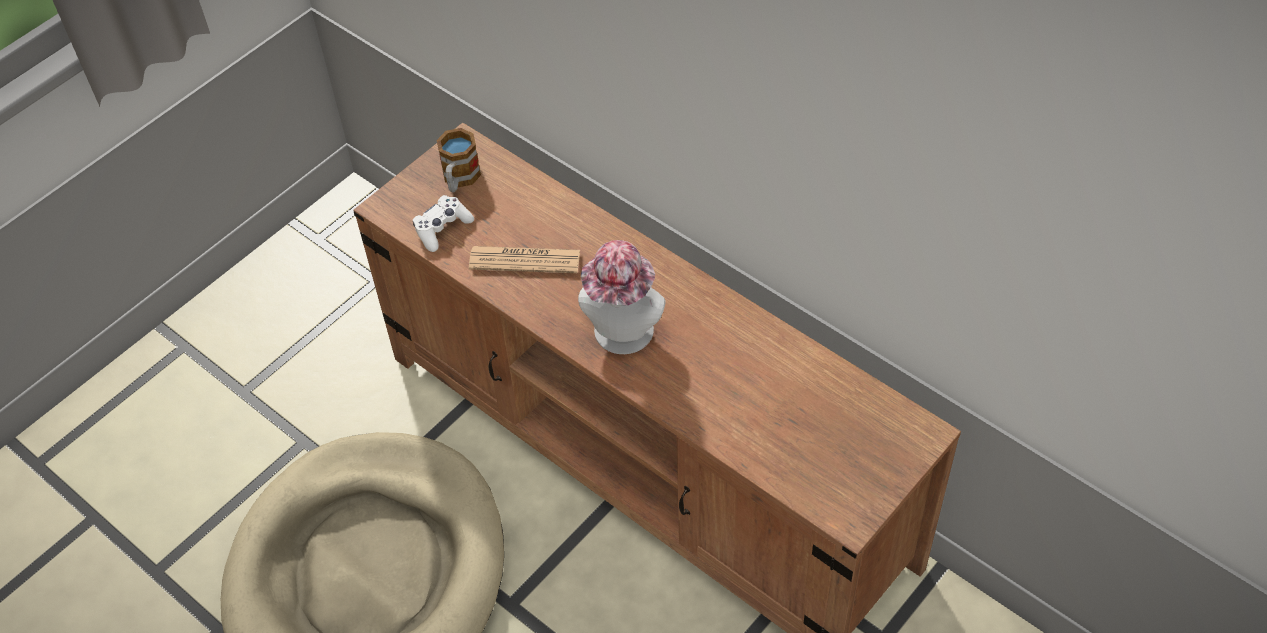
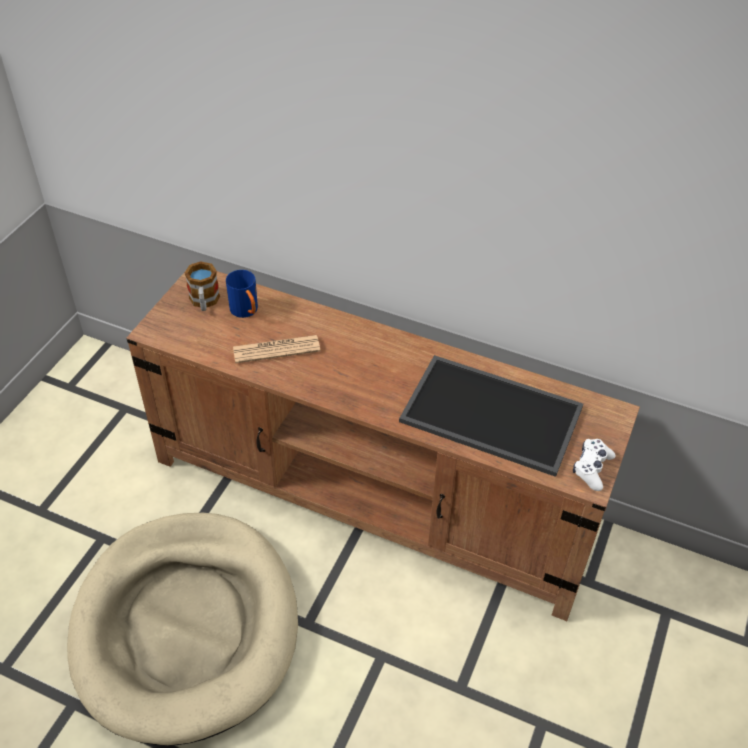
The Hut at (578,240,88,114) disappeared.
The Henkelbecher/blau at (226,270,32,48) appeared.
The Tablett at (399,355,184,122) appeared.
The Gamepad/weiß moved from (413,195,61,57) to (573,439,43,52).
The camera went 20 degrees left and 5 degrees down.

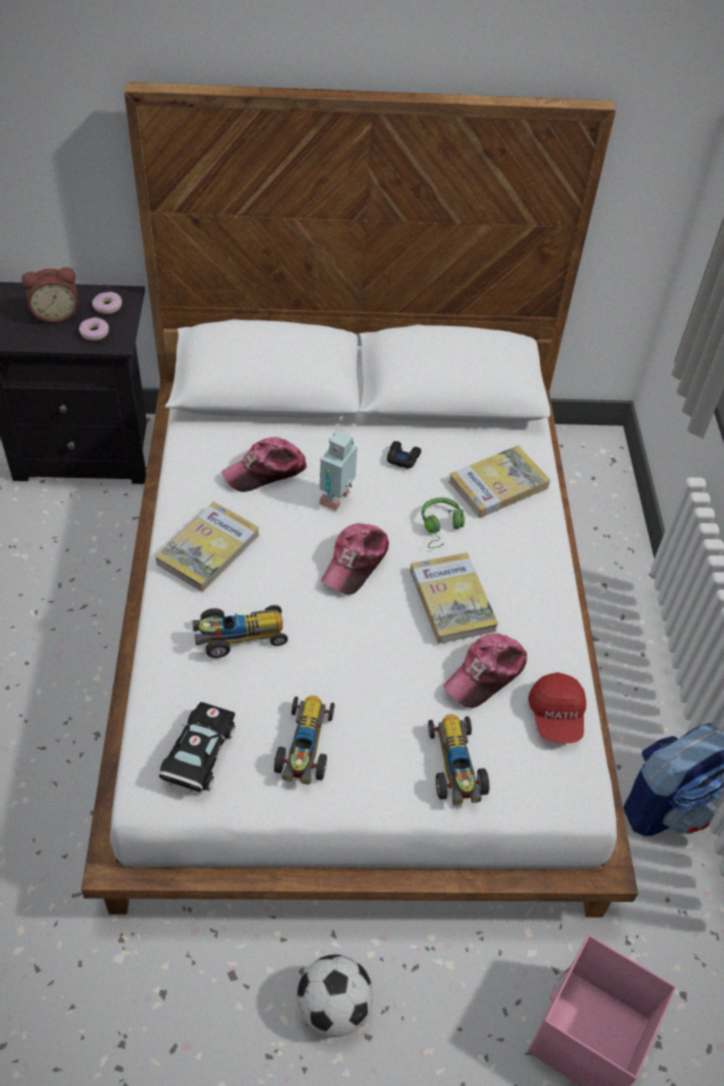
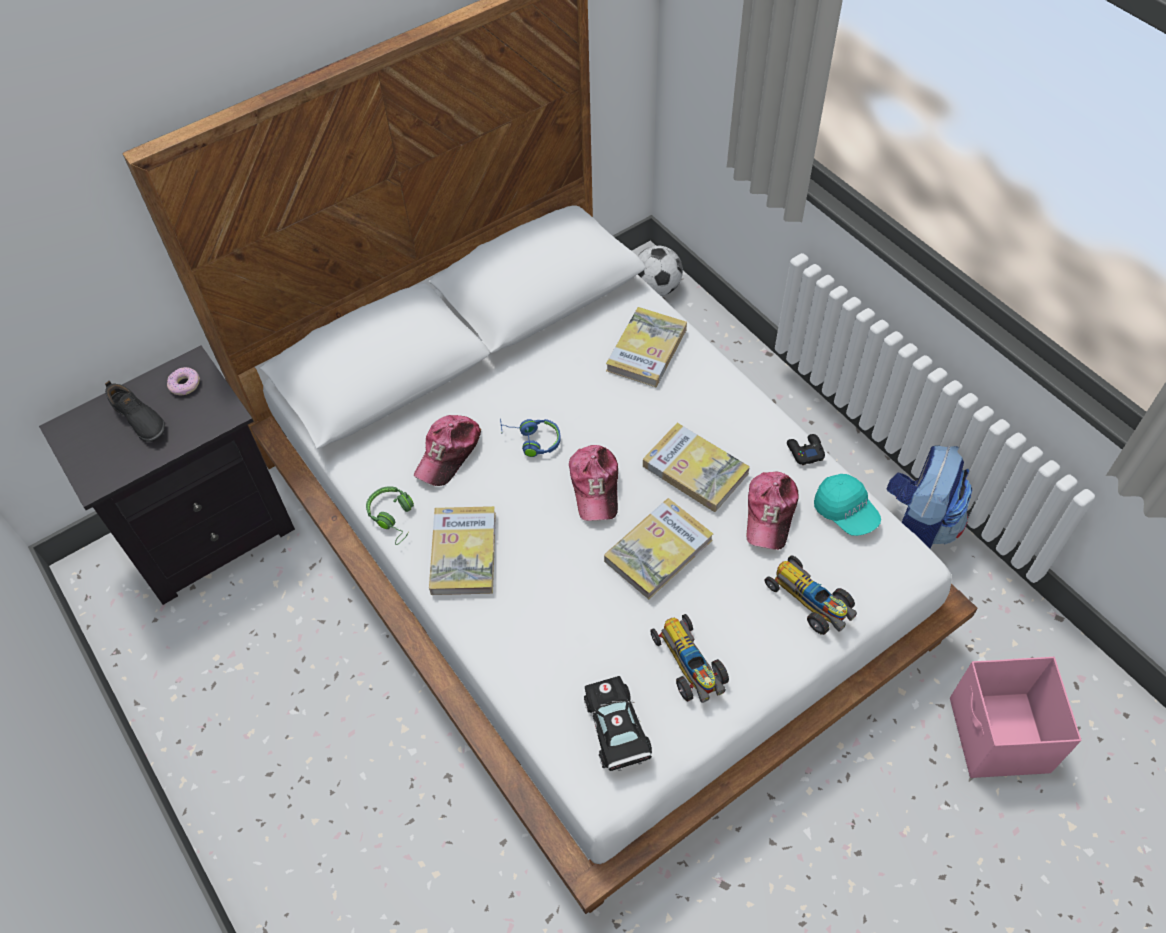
The Donut at (79,317,30,24) disappeared.
The Spielzeugauto at (192,605,96,53) disappeared.
The Buch at (604,498,109,101) appeared.
The Fußball moved from (297,955,76,82) to (638,246,45,50).
The Gamepad/schwarz moved from (387,441,34,28) to (787,434,38,31).
The Kopfhörer/grün moved from (421,498,44,50) to (366,486,48,59).
The Wecker at (22,267,57,56) was replaced by the Schuh/schwarz at (105,381,60,61).
The Spielzeugroboter at (319,430,38,81) was replaced by the Kopfhörer/blau at (500,418,61,39).
The Kappe/rot at (528,672,58,71) became the Kappe/türkis at (814,474,67,62).
The camera went 30 degrees left and 5 degrees up.

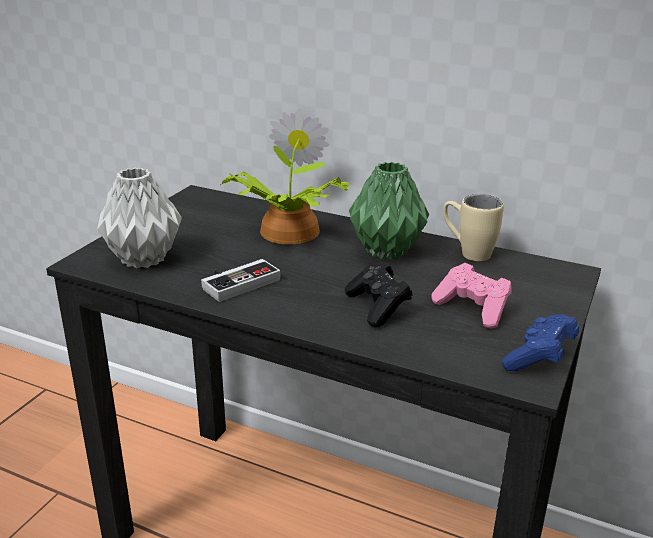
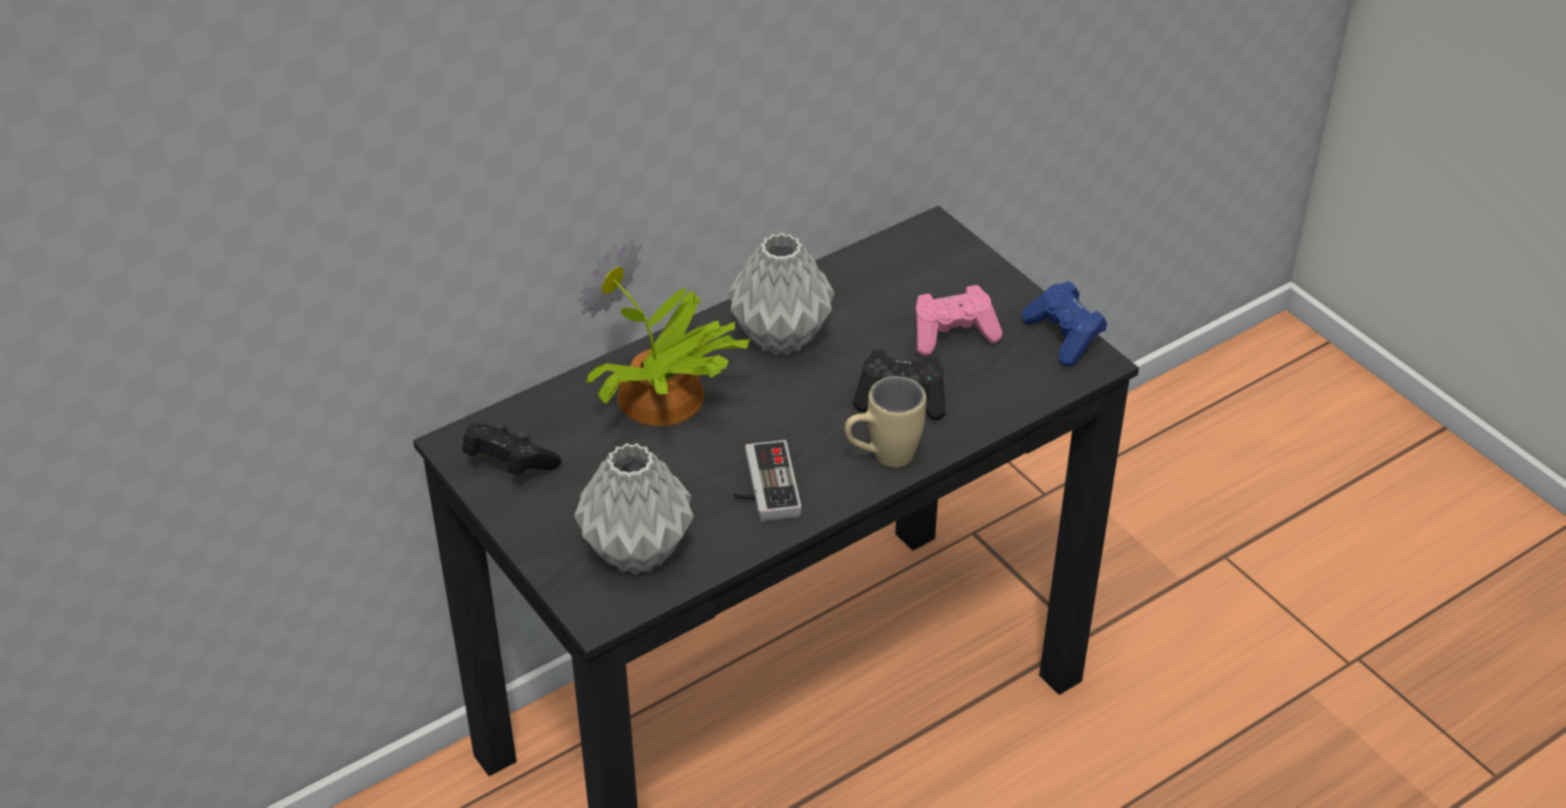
The Gamepad/schwarz at (463,422,98,54) appeared.
The Henkelbecher/beige moved from (443,194,61,67) to (845,376,81,91).
The Vase/grün at (349,162,80,98) became the Vase/grau at (728,233,106,122).
The camera went 60 degrees left and 15 degrees up.

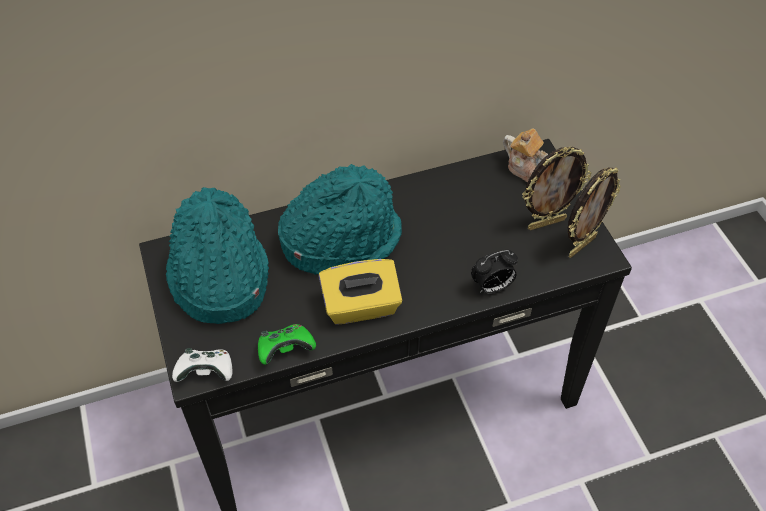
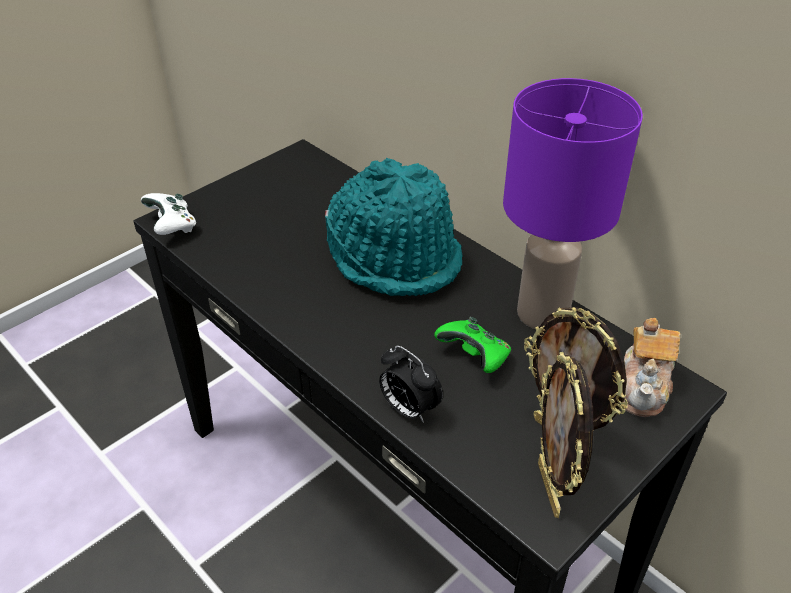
The Hut/türkis at (166,187,103,137) disappeared.
The Taschentuchbox/gelb at (319,259,83,66) disappeared.
The Tischlampe/lila at (503,78,140,252) appeared.
The Gamepad/grün moved from (258,324,58,41) to (434,317,77,56).
The Bilderrahmen at (568,167,53,91) turned 60 degrees clockwise.
The camera went 65 degrees right and 10 degrees down.

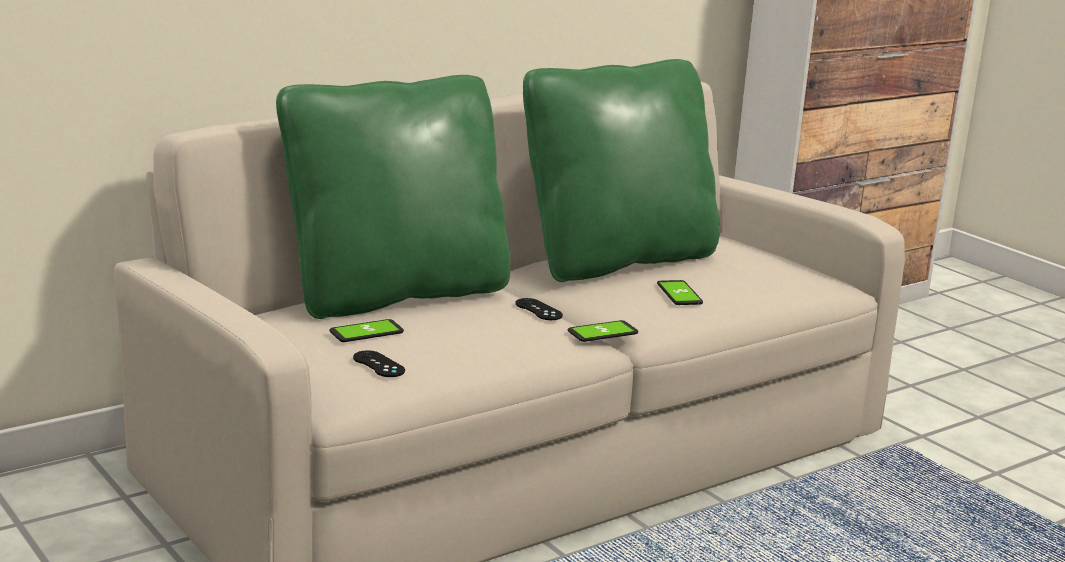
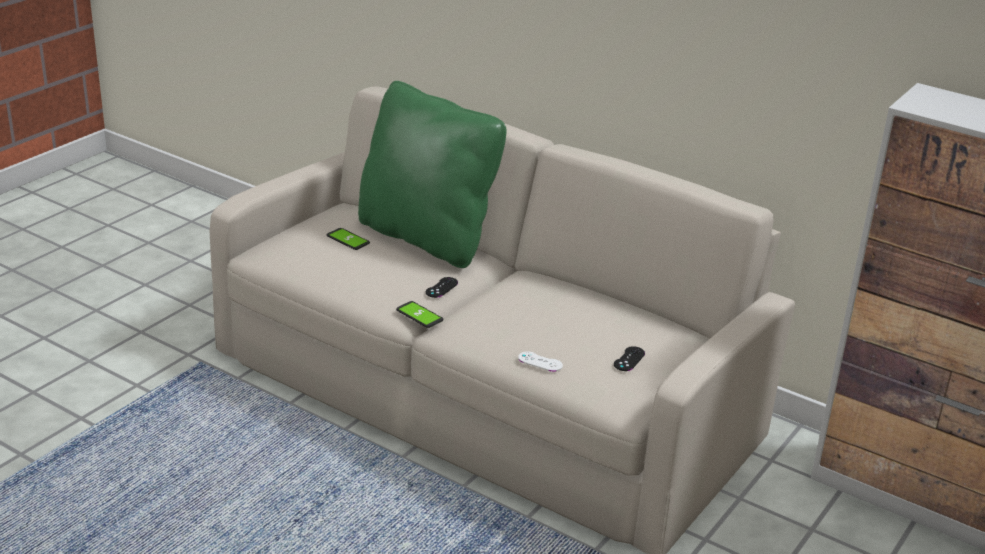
The Kissen/grün at (523,59,197,223) disappeared.
The Handy at (657,280,46,25) disappeared.
The Gamepad/weiß at (518,351,45,21) appeared.
The Gamepad/schwarz moved from (353,350,52,27) to (614,346,31,25).
The camera went 70 degrees right and 10 degrees up.

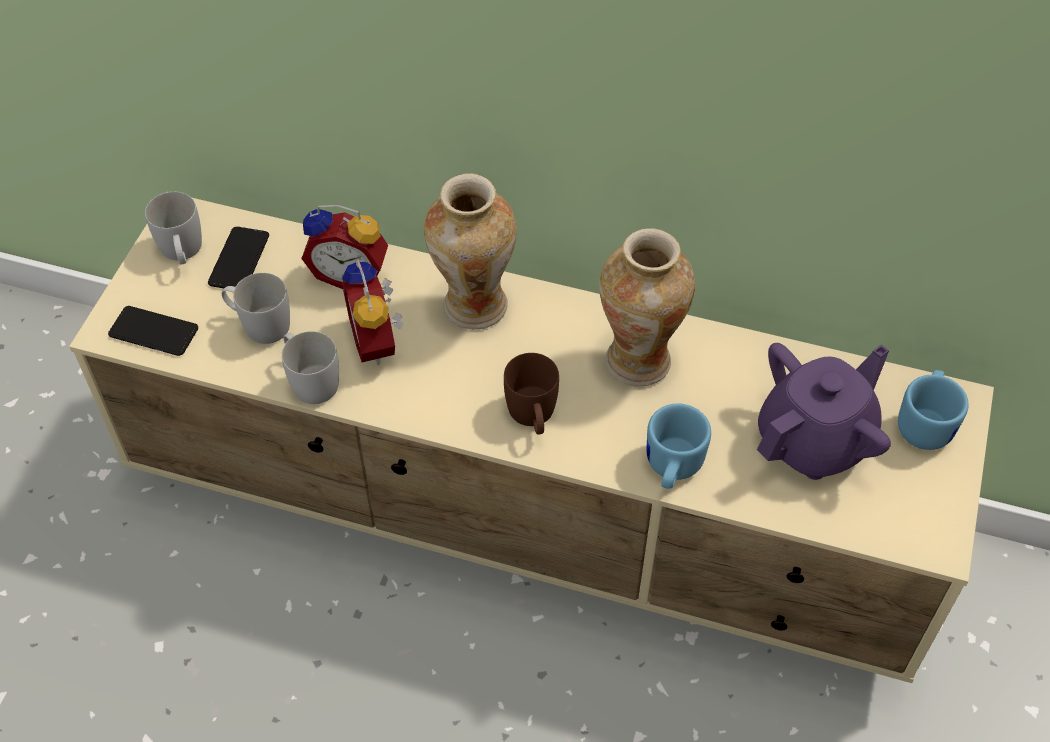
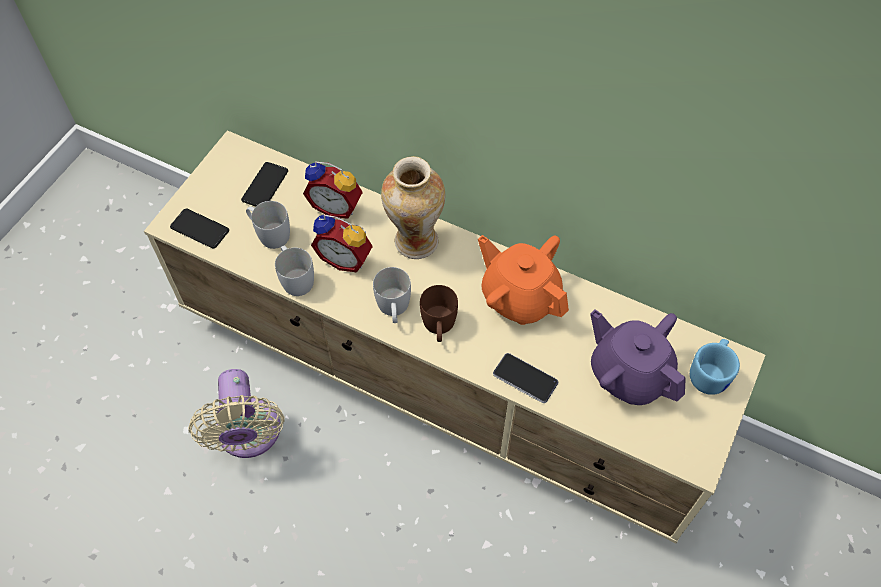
The Ventilator/beige at (188,369,97,89) appeared.
The Henkelbecher/weiß moved from (145,192,57,72) to (373,267,38,56).
The Vase at (599,228,96,159) was replaced by the Teekanne/orange at (478,235,91,90).
The Henkelbecher/blau at (646,403,65,86) was replaced by the Handy at (493,353,65,50).
The Wecker at (342,260,62,105) turned 60 degrees counterclockwise.
The Teekanne/lila at (757,343,134,137) turned 105 degrees counterclockwise.
The camera went 10 degrees right and 5 degrees up.

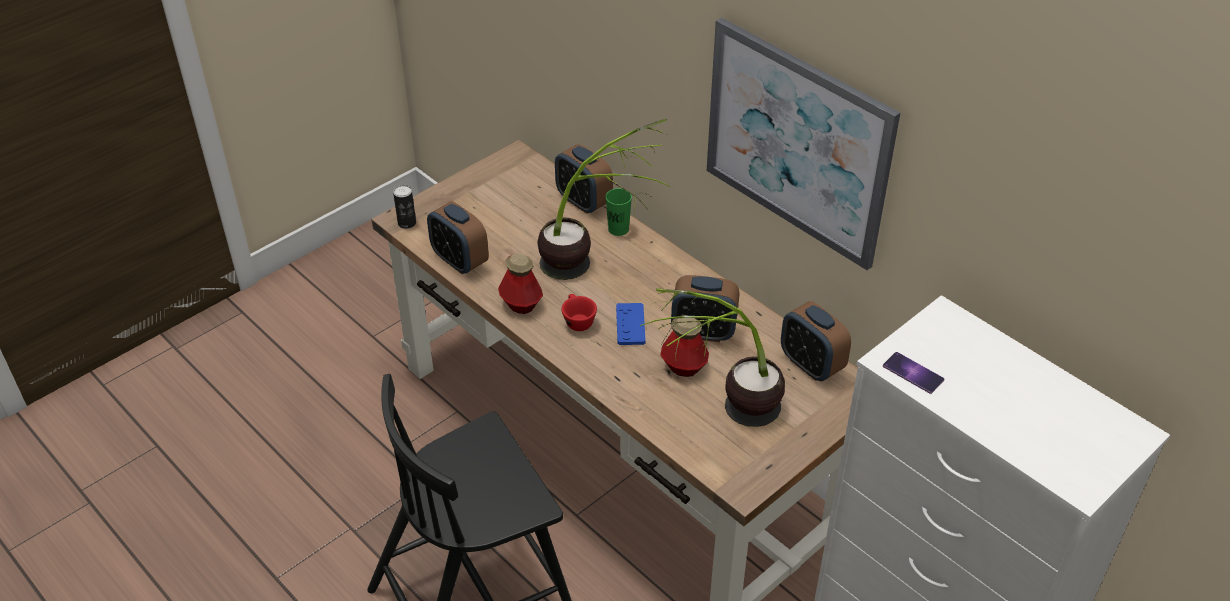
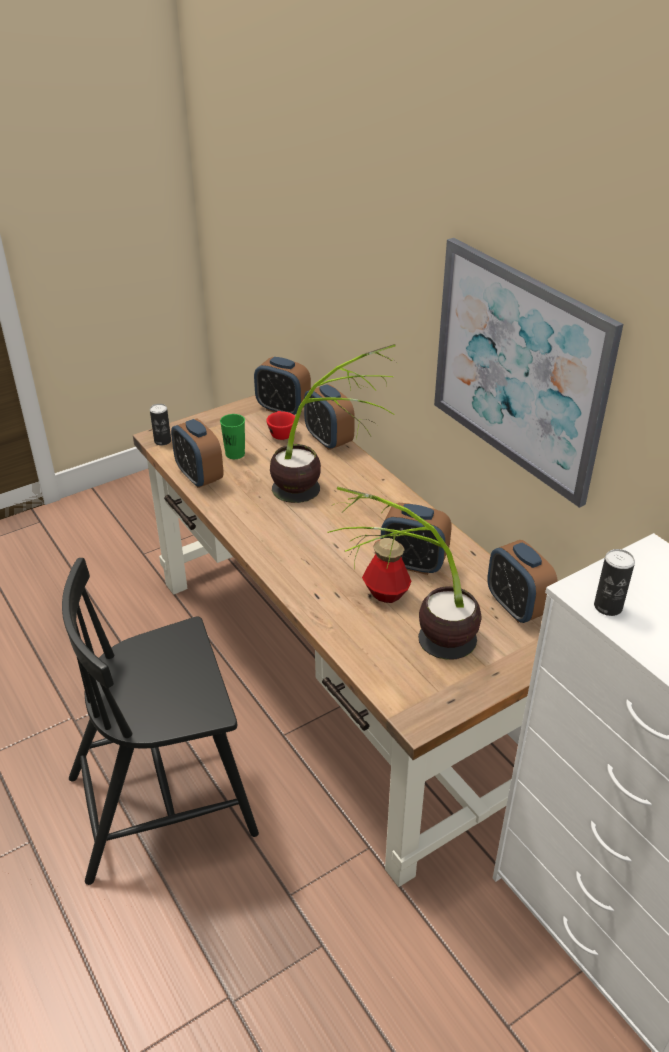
The Flasche at (498,253,45,61) disappeared.
The Gamepad/blau at (616,303,30,42) disappeared.
The Wecker at (254,357,57,58) appeared.
The Tasse/rot moved from (561,294,36,37) to (266,411,29,29).
The Tasse/grün moved from (606,188,26,48) to (220,414,25,45).
The Handy at (883,352,61,42) was replaced by the Dose at (594,549,41,67).
The camera went 10 degrees right and 5 degrees down.

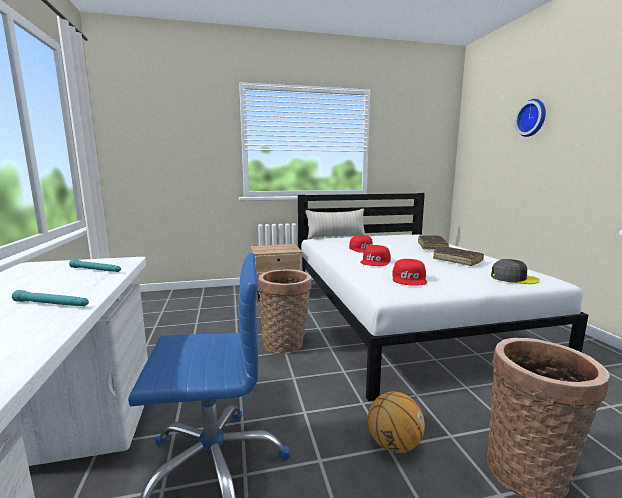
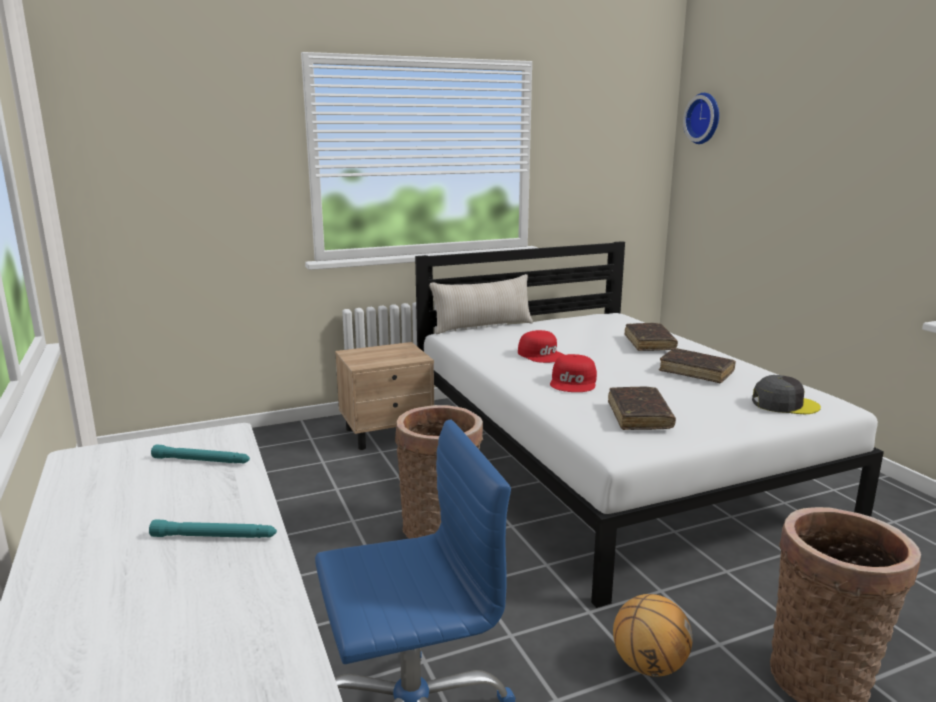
The Wanduhr moved from (515,99,31,38) to (683,93,36,51).
The Kappe/rot at (392,259,35,27) was replaced by the Buch/braun at (608,387,68,43).
The camera went 10 degrees left and 5 degrees up.

